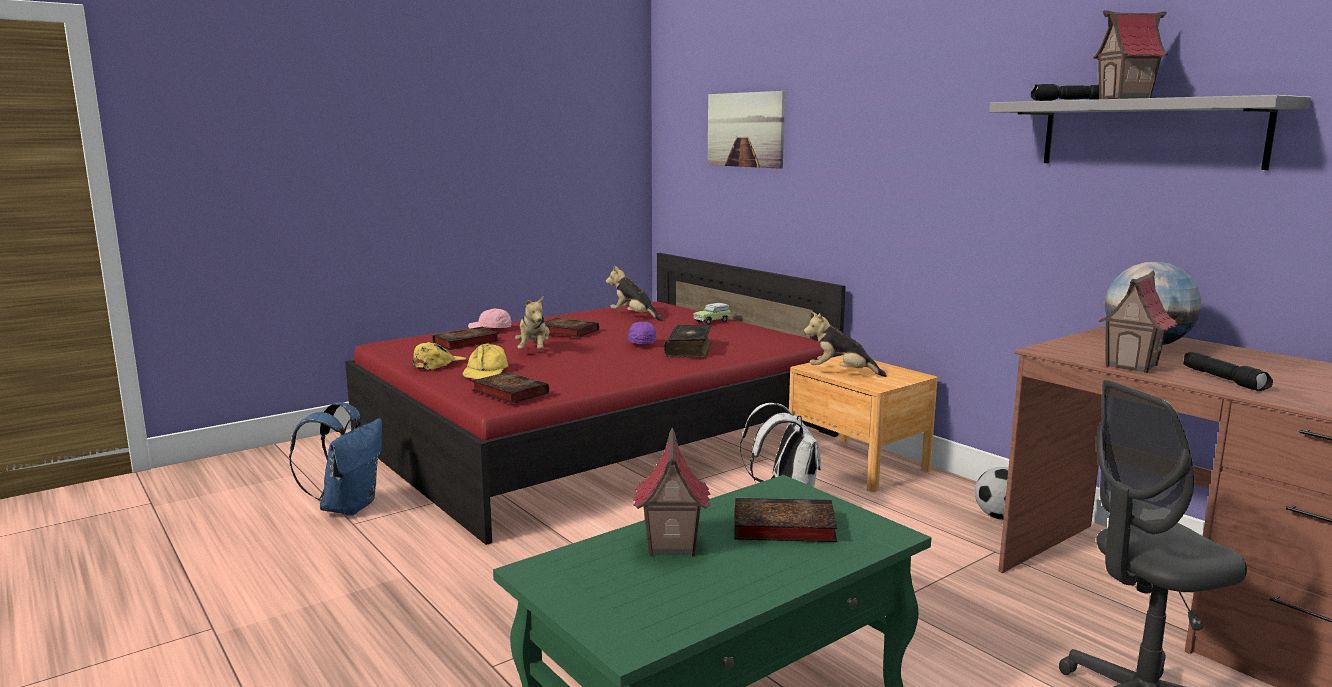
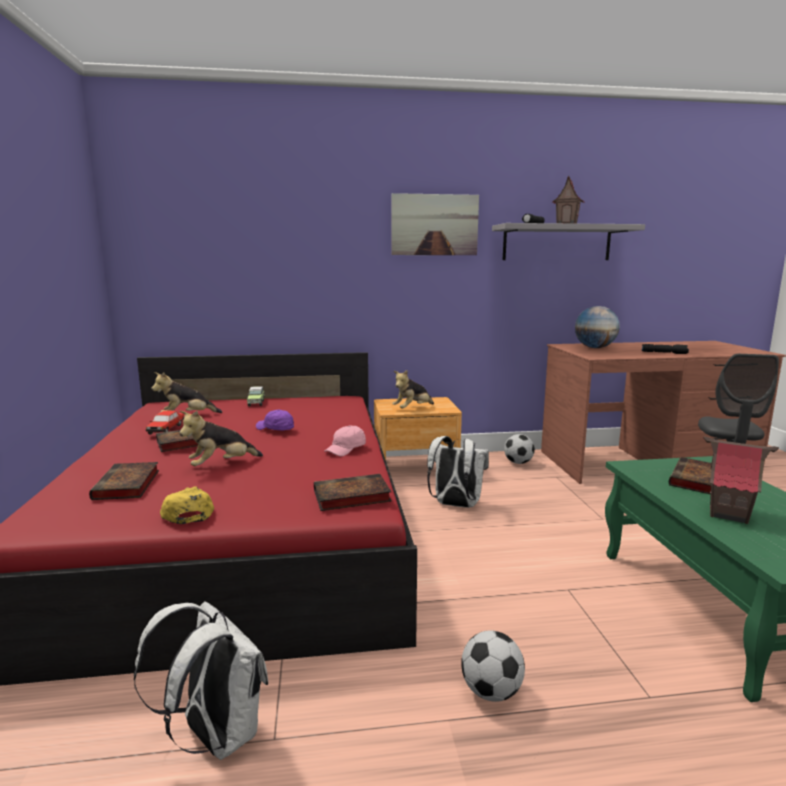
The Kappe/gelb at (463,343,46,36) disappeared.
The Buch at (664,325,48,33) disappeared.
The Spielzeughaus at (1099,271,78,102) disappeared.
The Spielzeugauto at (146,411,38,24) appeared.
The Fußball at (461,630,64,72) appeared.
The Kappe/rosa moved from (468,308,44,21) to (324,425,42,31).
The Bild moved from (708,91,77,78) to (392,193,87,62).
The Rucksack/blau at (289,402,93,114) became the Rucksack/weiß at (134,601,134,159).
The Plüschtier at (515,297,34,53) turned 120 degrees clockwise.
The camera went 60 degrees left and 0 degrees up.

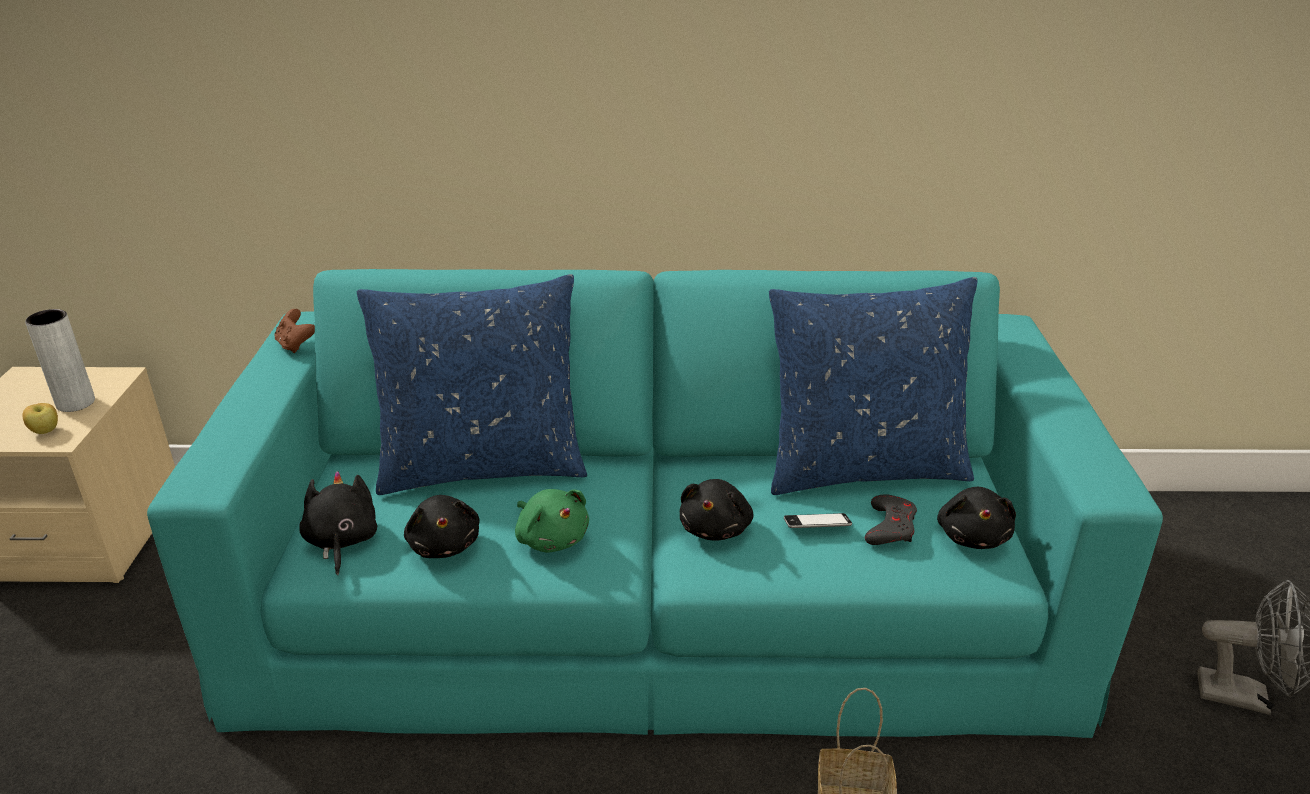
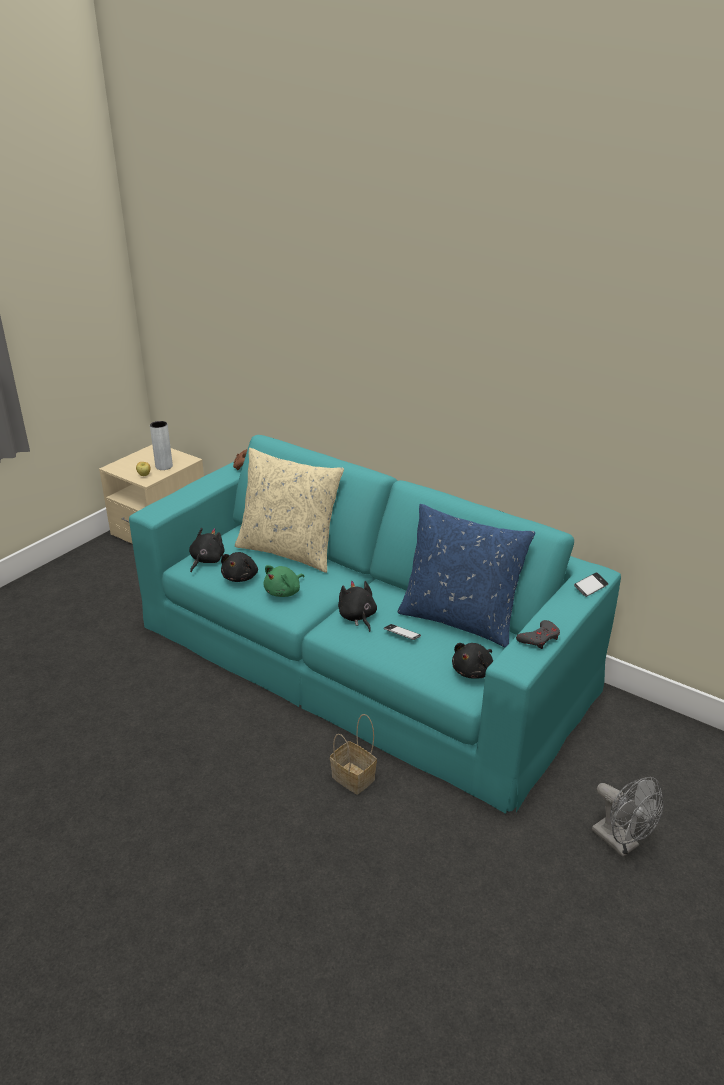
The Handy at (574,572,34,25) appeared.
The Gamepad/grau moved from (865,495,52,50) to (516,620,44,29).
The Kissen/blau at (357,274,230,221) became the Kissen/beige at (235,448,109,125).
The Plüschtier/grün at (515,489,74,64) turned 45 degrees clockwise.
The Plüschtier/schwarz at (680,479,73,61) turned 105 degrees clockwise.
The camera went 35 degrees right and 0 degrees up.

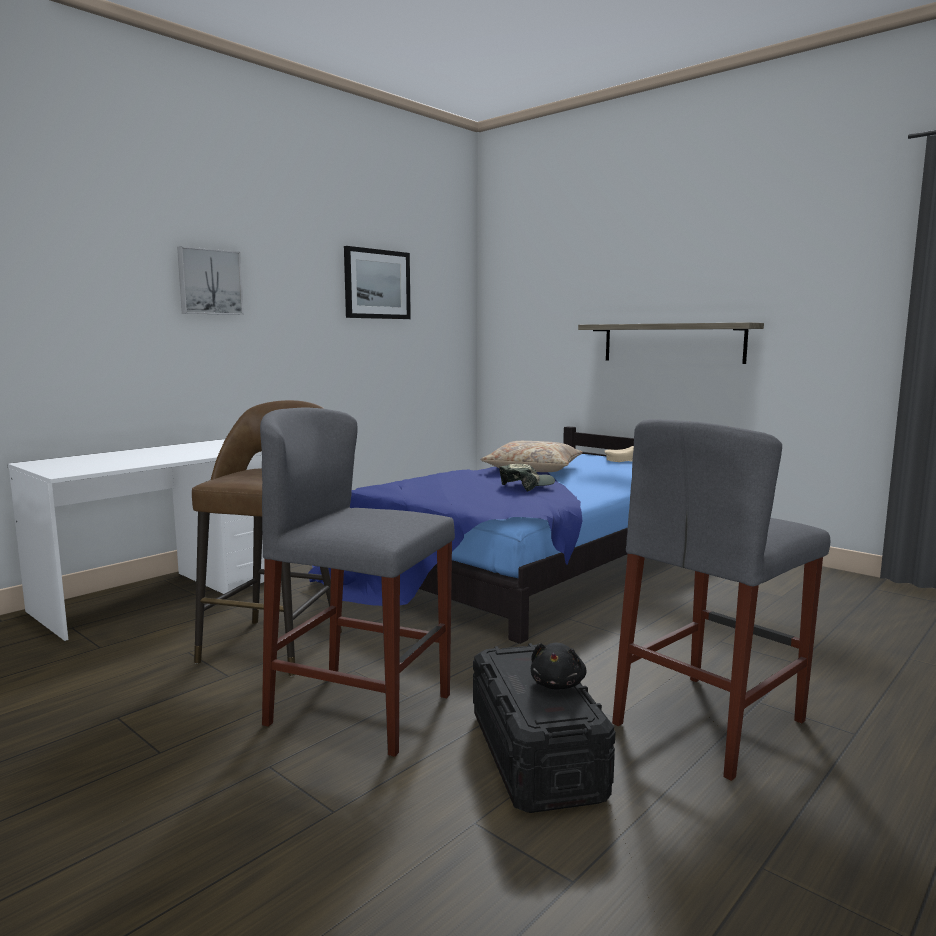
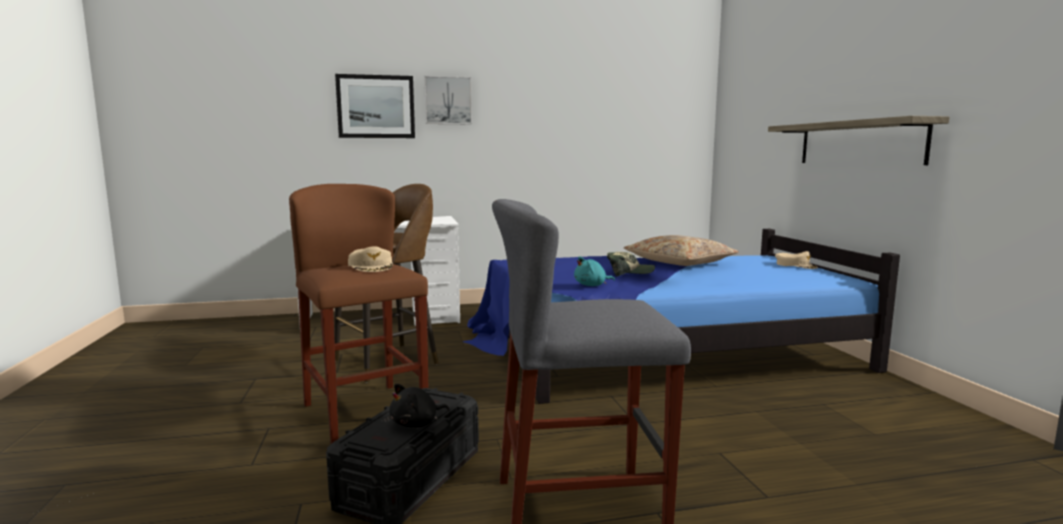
The Kappe/beige at (348,247,45,25) appeared.
The Plüschtier/türkis at (574,256,41,30) appeared.
The Bild moved from (344,246,67,73) to (335,74,80,64).
The Hocker/grau at (260,408,195,349) became the Hocker/braun at (289,184,139,260).
The camera went 35 degrees right and 0 degrees up.

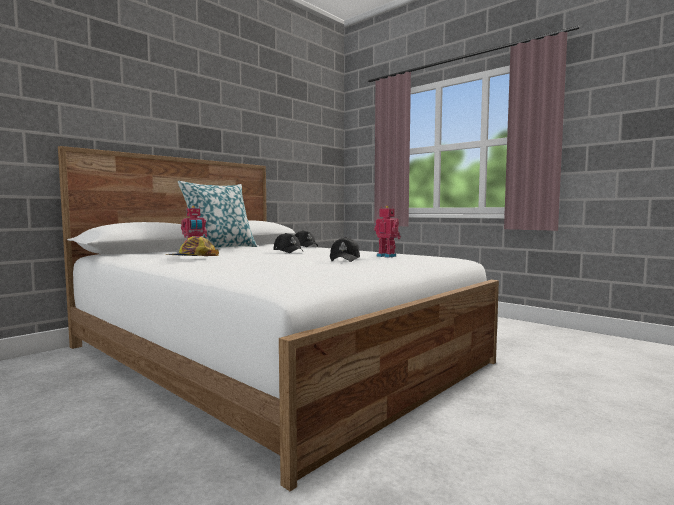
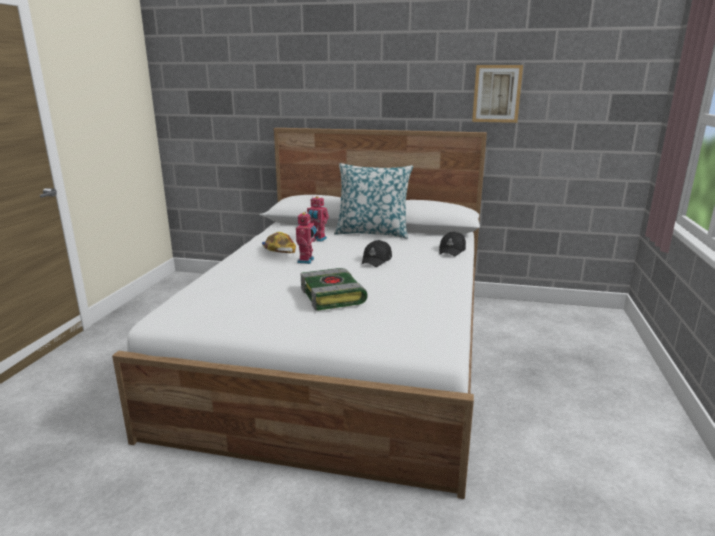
The Bild at (472,65,51,58) appeared.
The Spielzeugroboter moved from (374,206,27,52) to (296,212,21,52).
The Kappe/schwarz at (330,237,30,25) was replaced by the Buch at (301,268,67,43).
The camera went 60 degrees right and 15 degrees up.

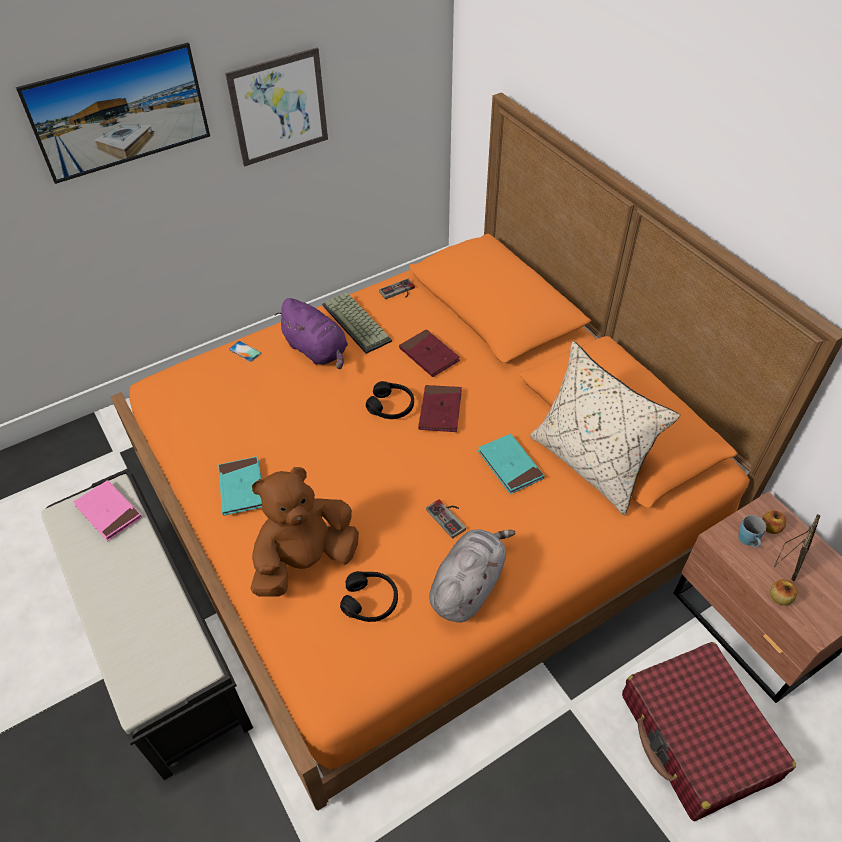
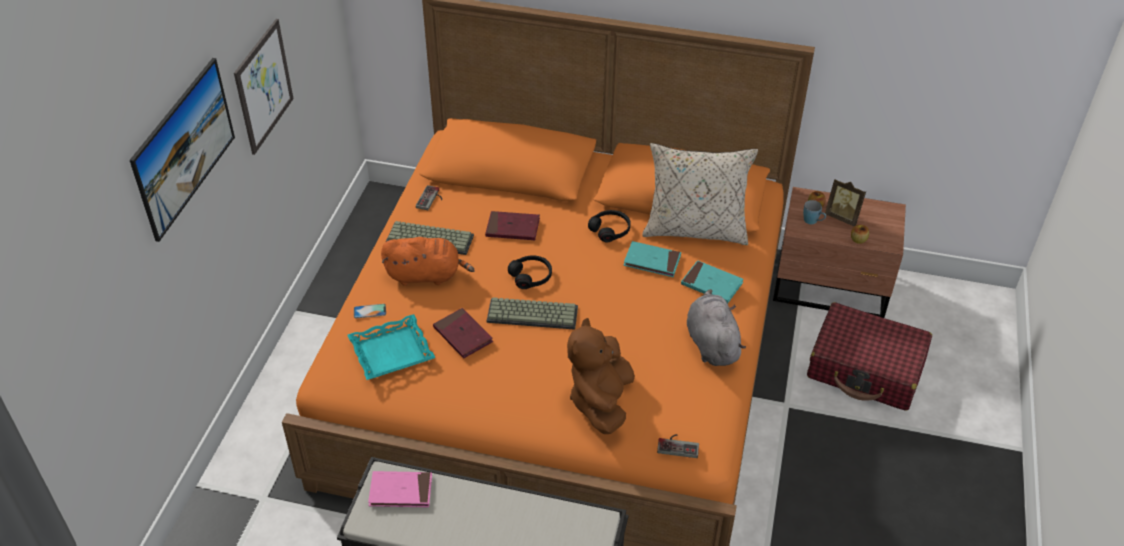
The Tablett/türkis at (347,314,88,66) appeared.
The Tastatur at (487,297,91,33) appeared.
The Buch/türkis moved from (218,456,44,60) to (681,260,63,43).
The Kopfhörer/schwarz moved from (340,571,58,51) to (588,210,43,32).
The Buch/rot moved from (418,385,44,47) to (433,308,60,51).
The Gamepad moved from (426,499,40,40) to (657,434,42,24).
The Plüschtier/lila at (275,298,73,71) became the Plüschtier/orange at (381,237,94,49).
The Bilderrahmen at (774,514,46,67) turned 135 degrees clockwise.
The camera went 45 degrees left and 5 degrees down.

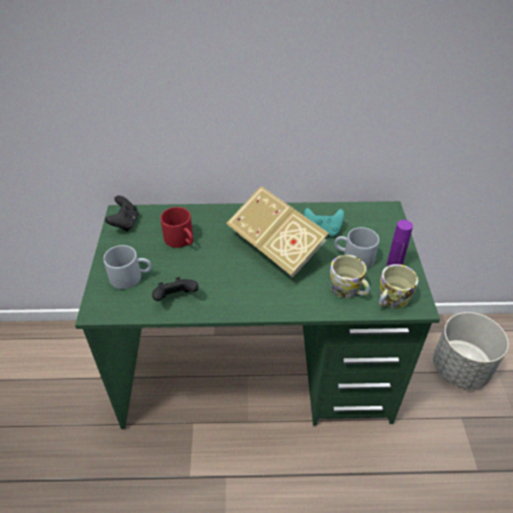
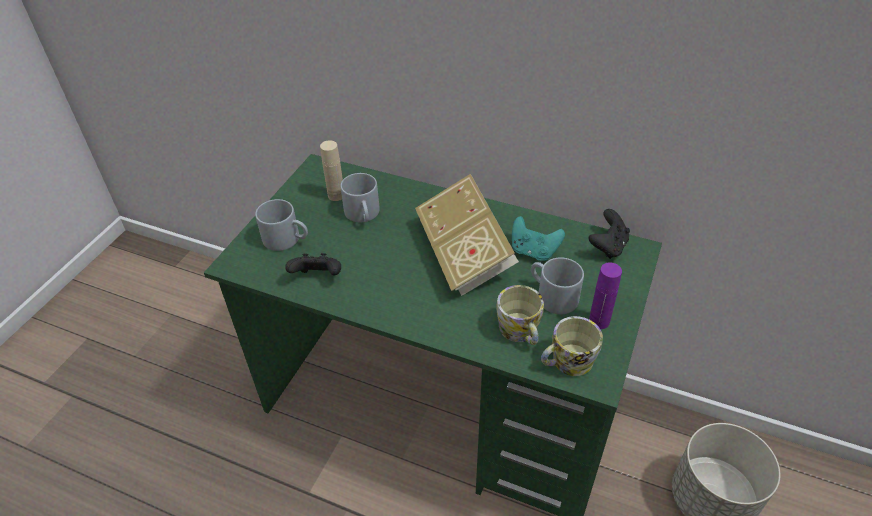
The Flasche/beige at (320,140,23,61) appeared.
The Gamepad/schwarz moved from (105,196,33,35) to (588,209,42,50).
The Henkelbecher/rot at (160,207,33,41) became the Henkelbecher/grau at (340,173,40,49).
The camera went 25 degrees right and 0 degrees up.

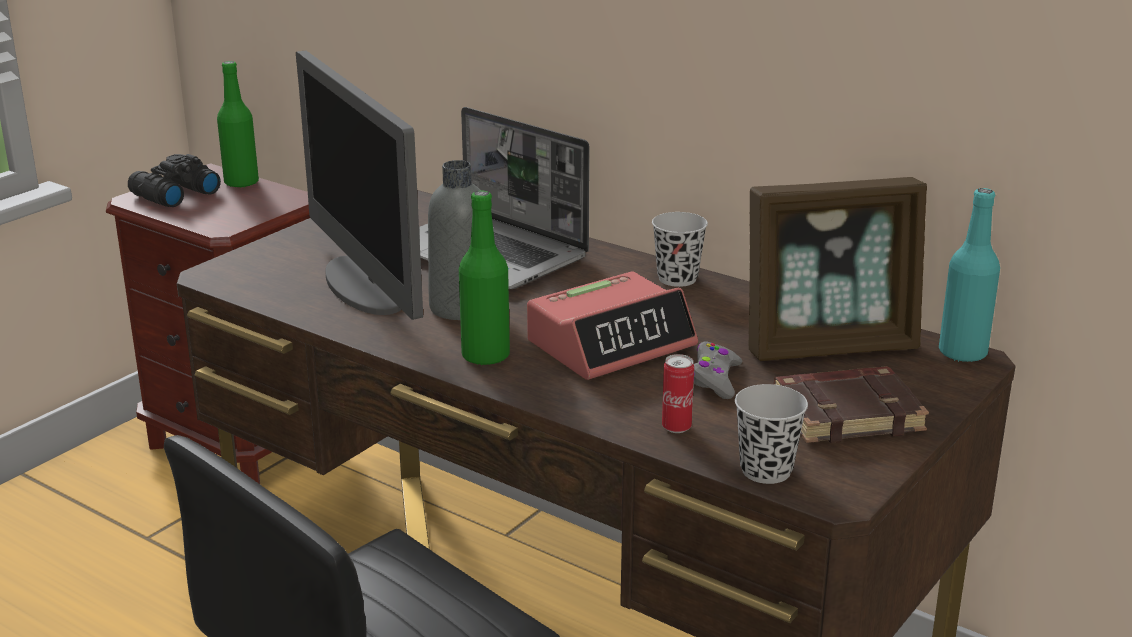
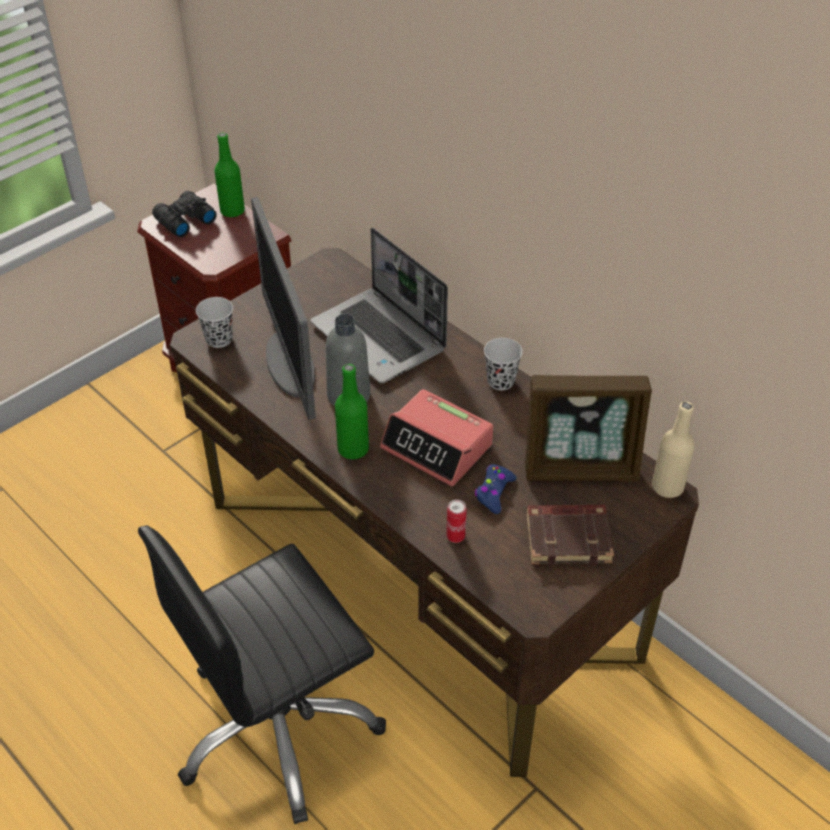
The Tasse/schwarz moved from (735,384,73,100) to (196,297,37,51).
The Gamepad/grau at (694,342,48,57) became the Gamepad/blau at (475,464,42,50).
The Flasche/türkis at (939,188,61,174) became the Flasche/beige at (652,402,43,96).
The Wecker at (527,271,171,109) turned 60 degrees clockwise.
The camera went 10 degrees right and 20 degrees up.

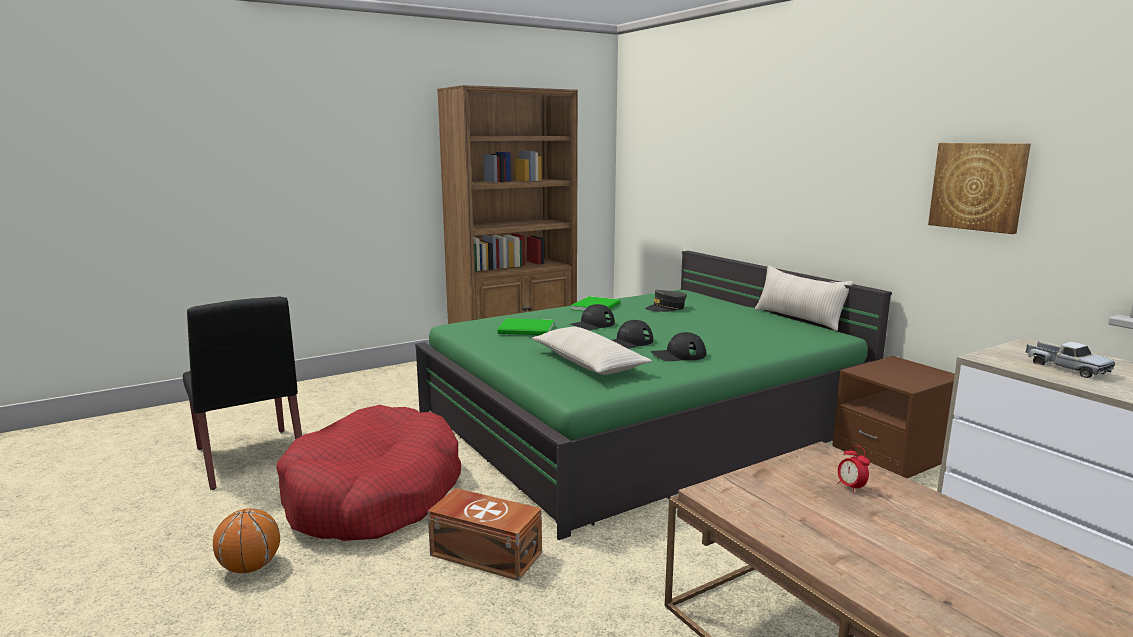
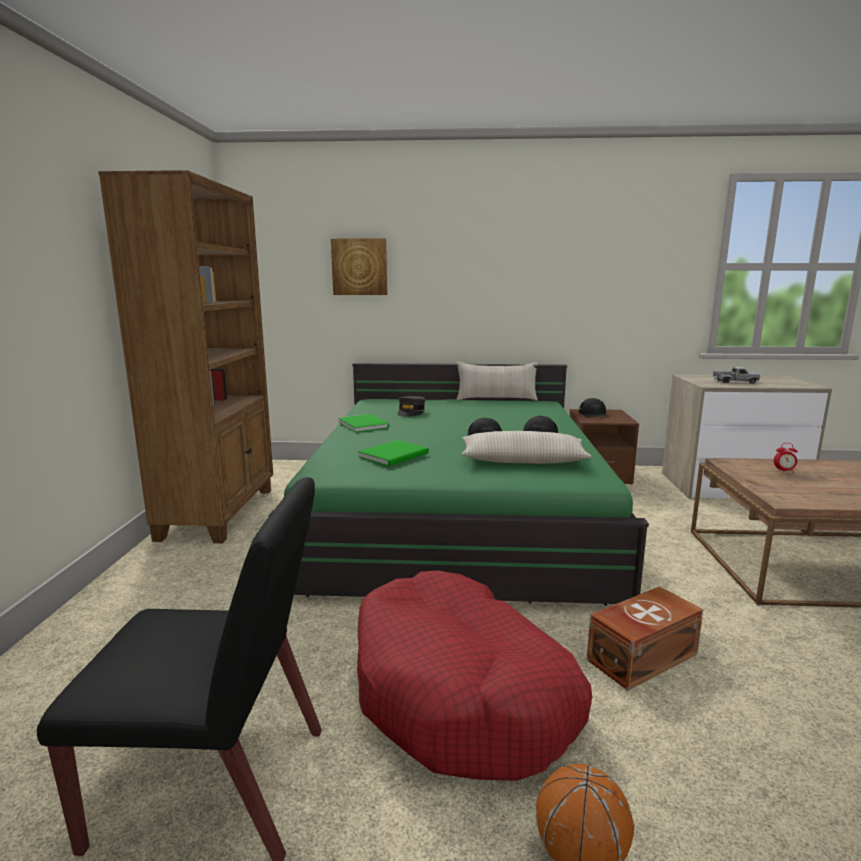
The Kappe/schwarz moved from (570,304,45,26) to (579,398,30,19).
The Bild moved from (928,143,103,91) to (331,238,56,57).
The camera went 55 degrees left and 0 degrees up.

